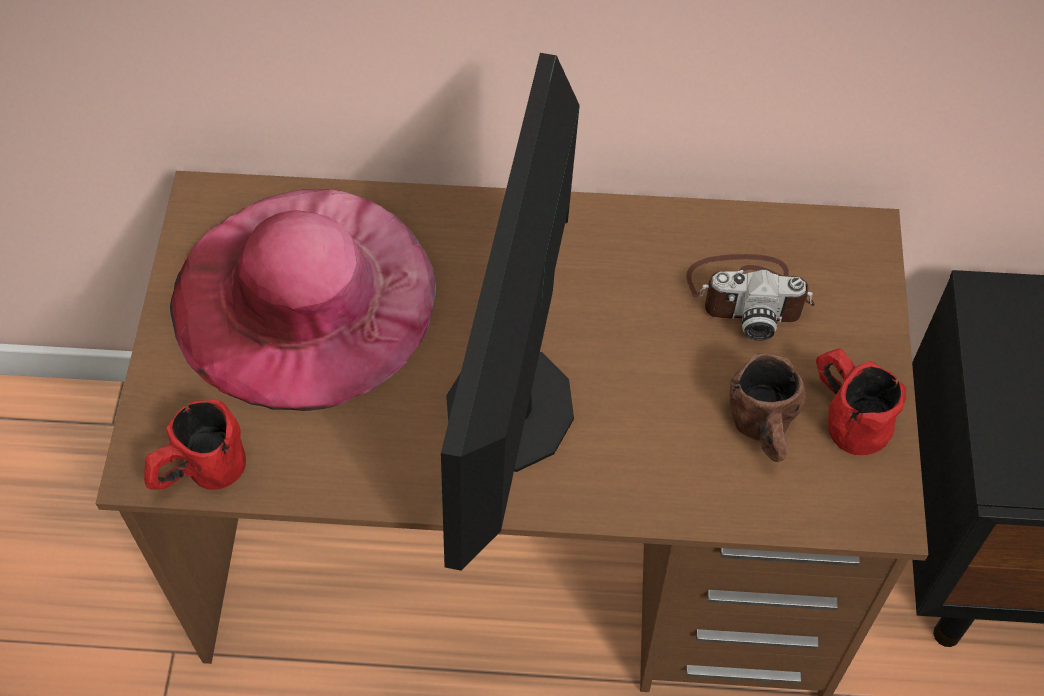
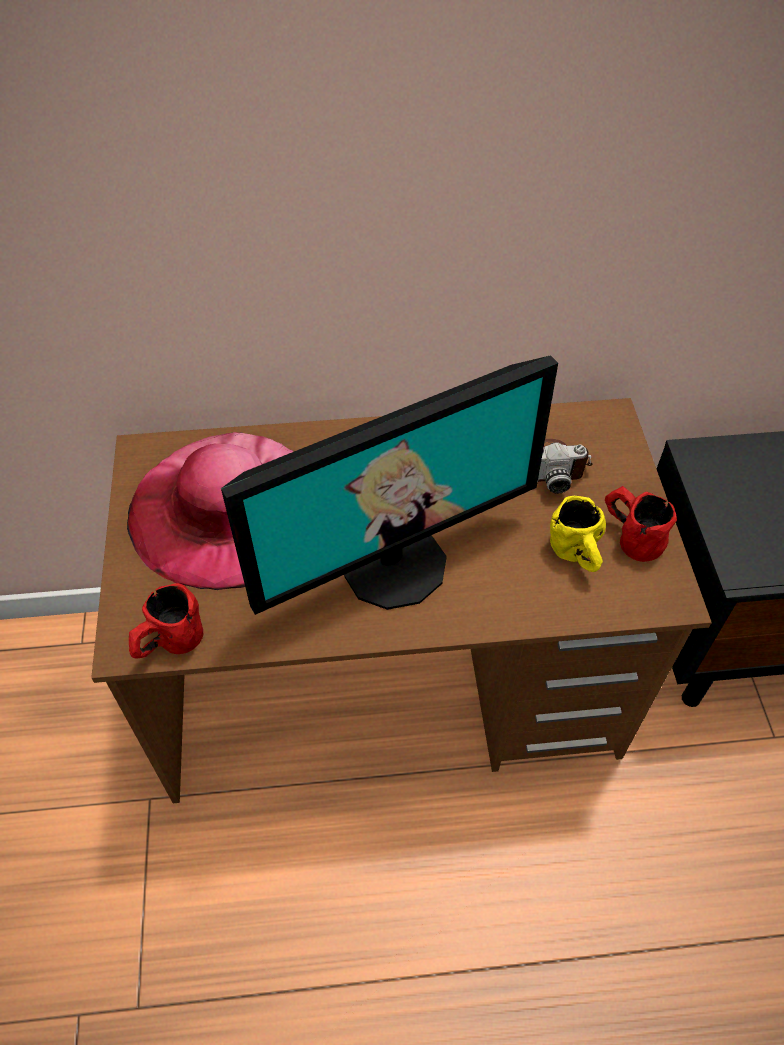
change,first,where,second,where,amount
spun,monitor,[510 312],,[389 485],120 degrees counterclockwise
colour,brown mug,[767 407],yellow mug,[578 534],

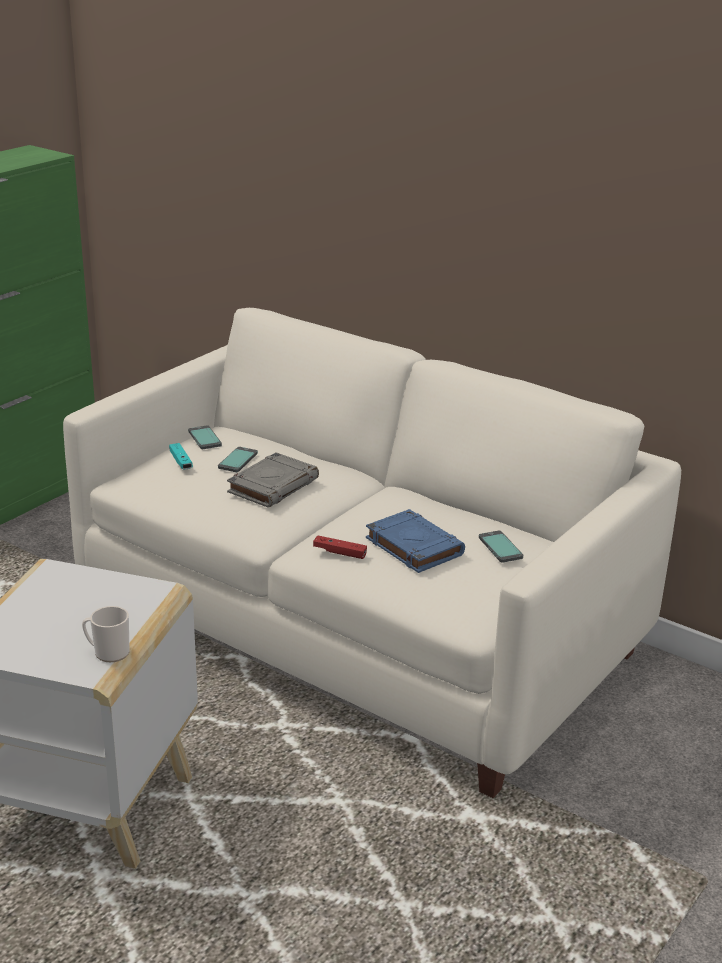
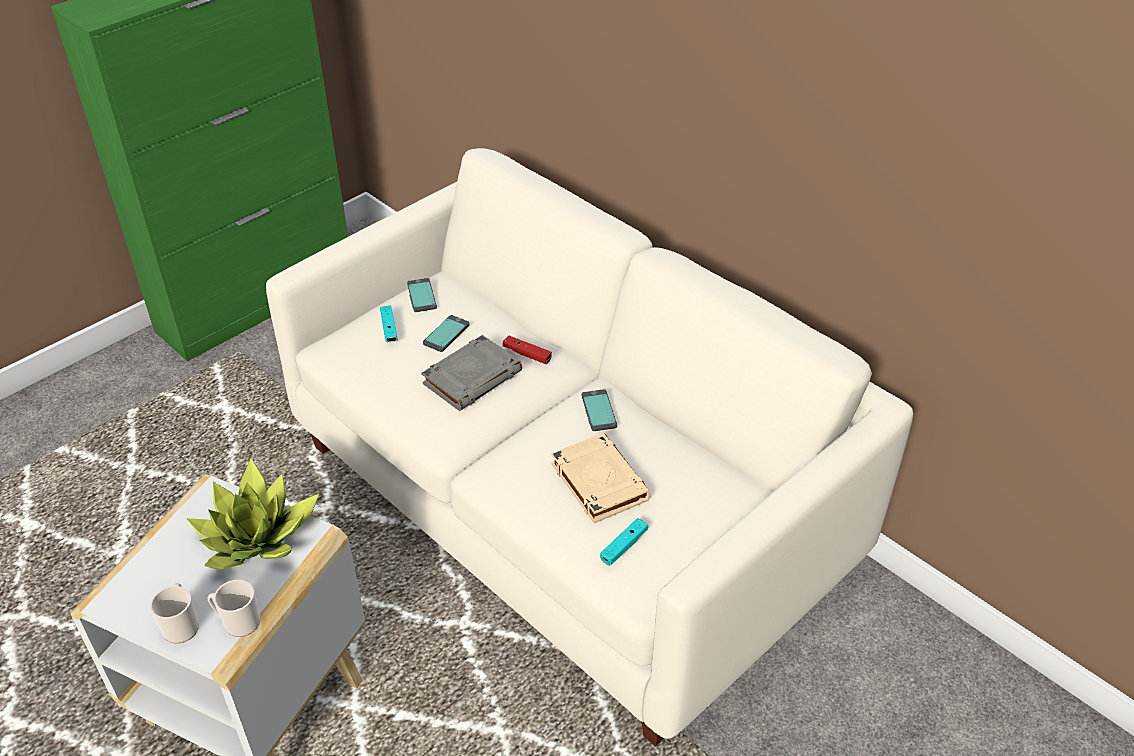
change,first,where,second,where,amount
relocated,red game controller,[340 547],,[527 350],
colour,blue book,[415 541],beige book,[601 478],
relocated,phone,[501 547],,[599 410],
appeared,,,mug,[174 613],
appeared,,,potted plant,[252 514],
appeared,,,turquoise game controller,[624 542],

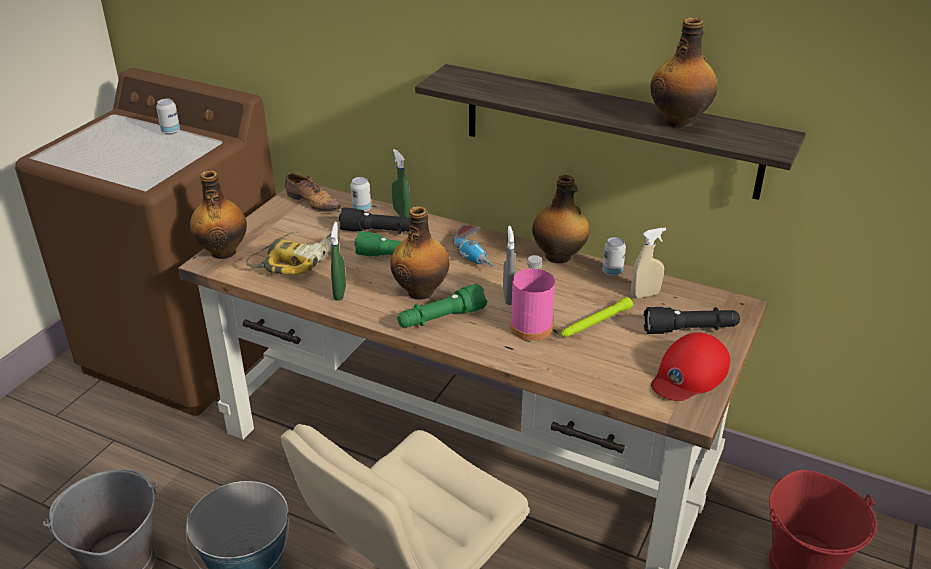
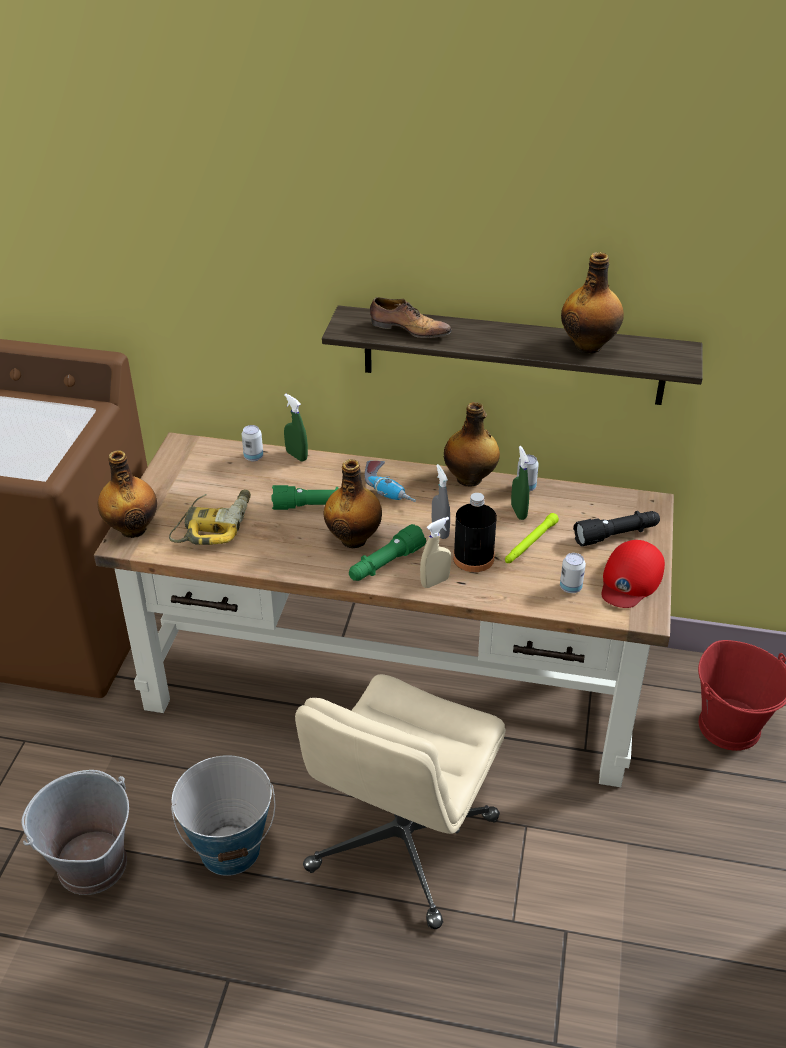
change,first,where,second,where,amount
relocated,can,[168 117],,[573 573],
relocated,shoe,[313 192],,[411 317],
relocated,green spray bottle,[338 261],,[520 483],
missing,black flashlight,[374 220],,,
colour,pink bottle,[532 298],black bottle,[475 532],
relocated,beige spray bottle,[648 263],,[435 552],

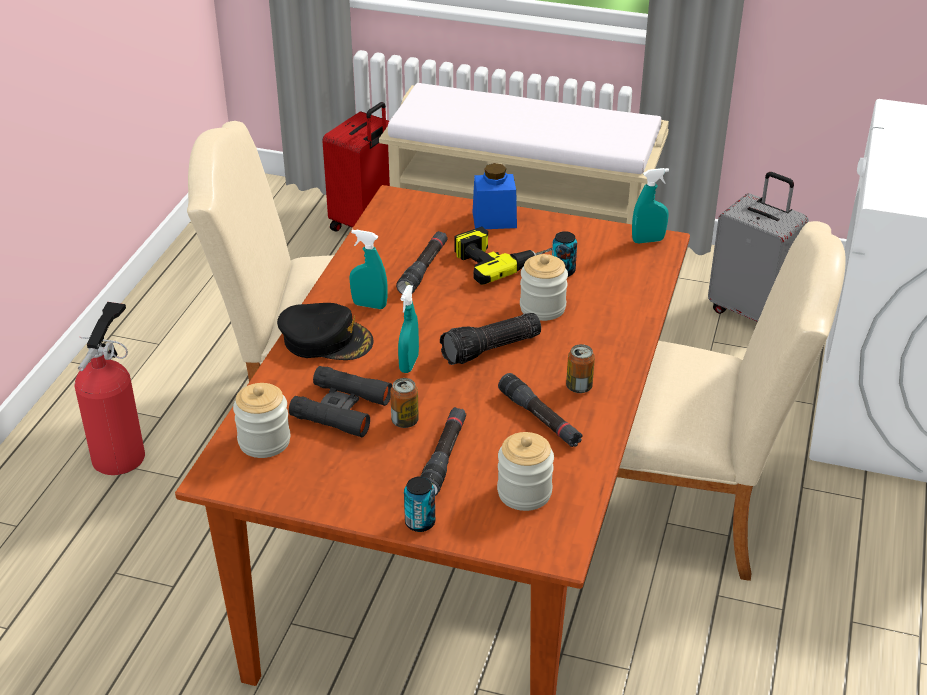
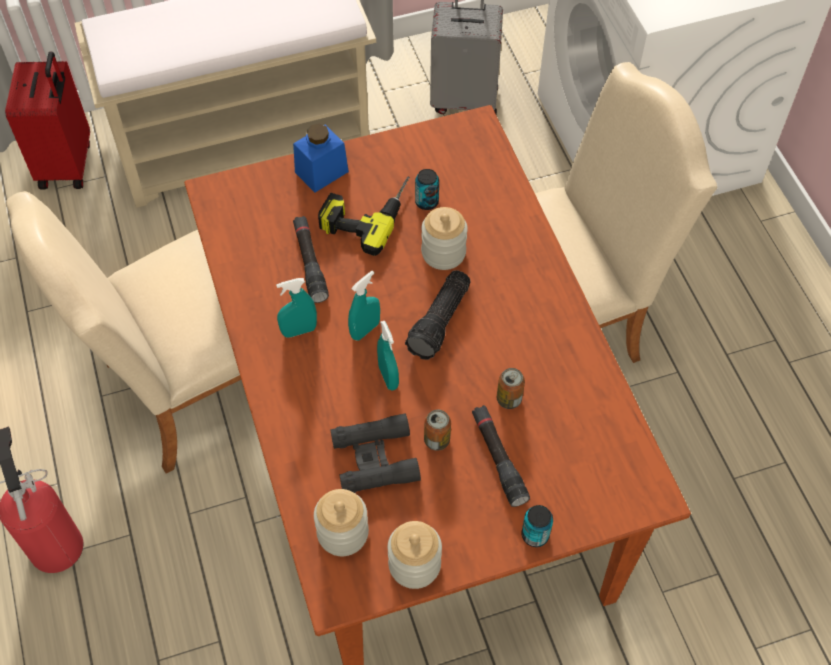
change,first,where,second,where,amount
missing,black cap,[325 331],,,
relocated,jar,[525 471],,[415 555],
missing,black flashlight,[540 410],,,
relocated,can,[580 368],,[511 388],
relocated,turquoise spray bottle,[650 205],,[364 305],

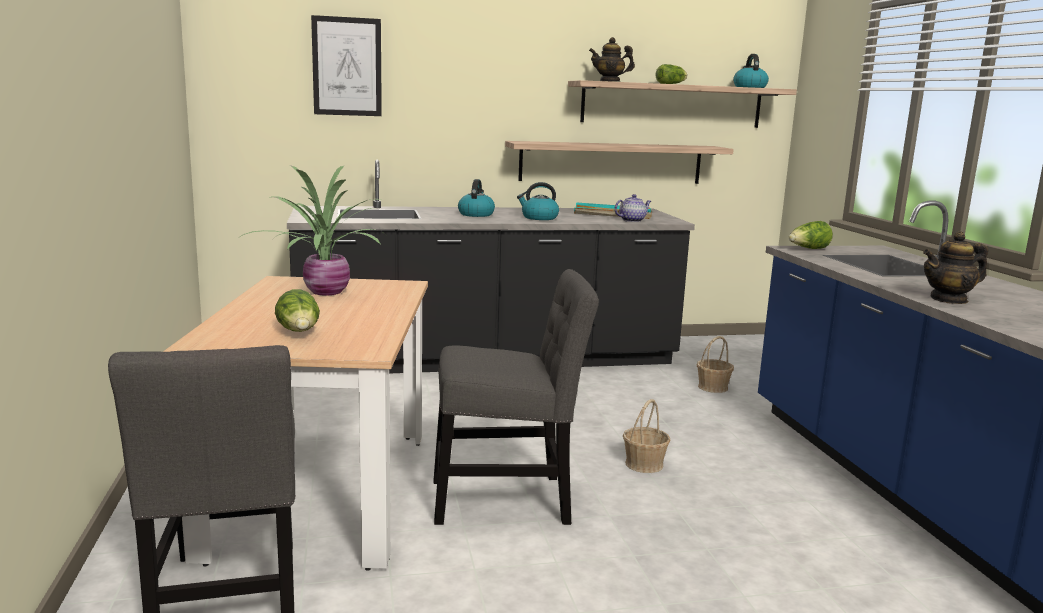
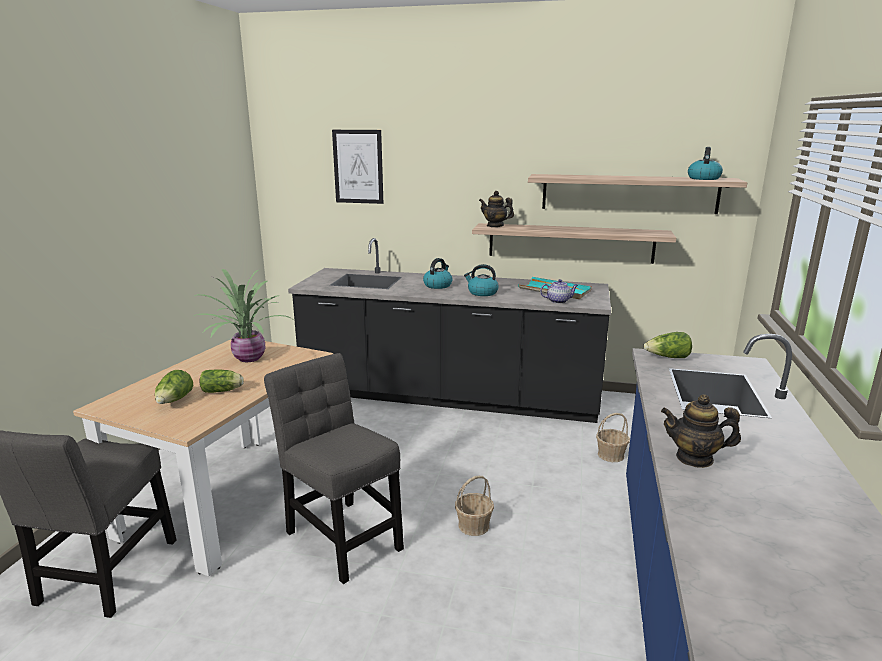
change,first,where,second,where,amount
spun,grey chair,[516 397],,[334 468],150 degrees counterclockwise
relocated,teapot,[612 59],,[496 209],
relocated,lettuce,[671 74],,[222 381],

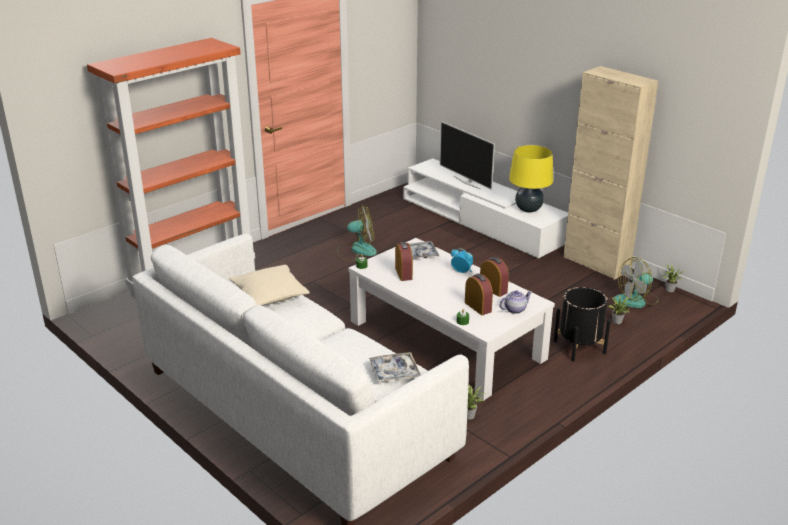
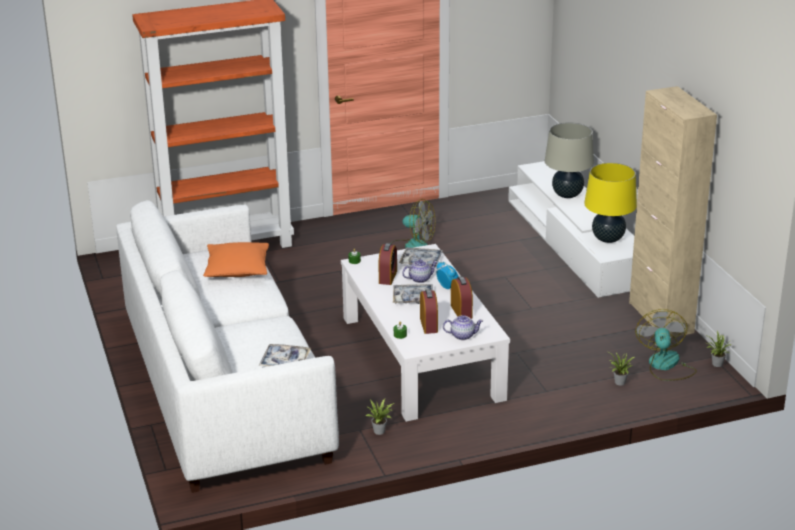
change,first,where,second,where,amount
colour,beige pillow,[269 285],orange pillow,[236 259],
exchanged,television,[467 155],beige table lamp,[569 160],
missing,black planter,[582 324],,,
spun,fan,[636 282],,[666 345],90 degrees clockwise
appeared,,,tray,[413 294],
appeared,,,teapot,[419 271],

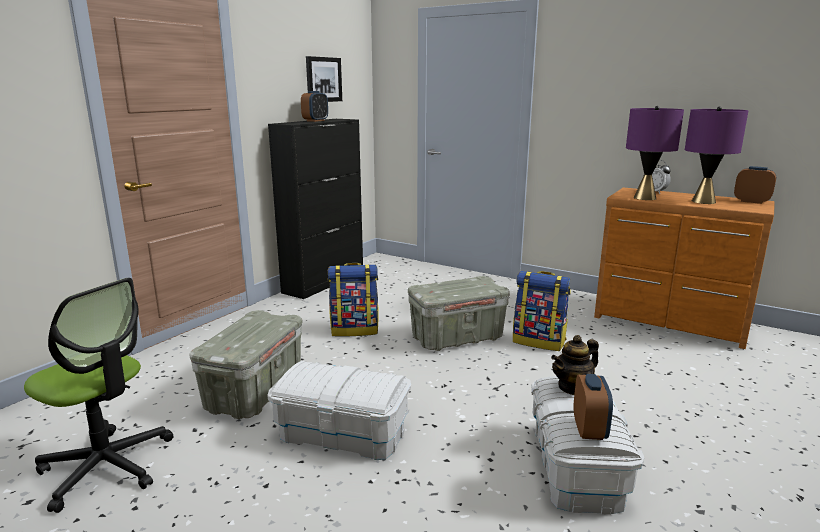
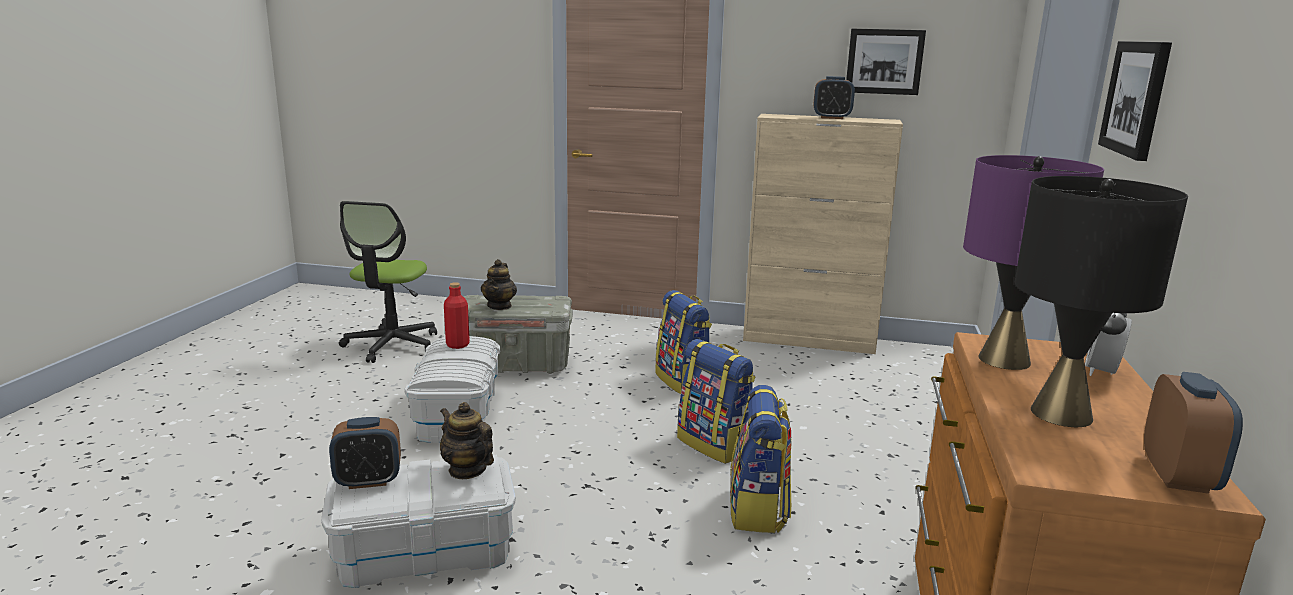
change,first,where,second,where,amount
colour,black cabinet,[315 209],beige cabinet,[823 234],
exchanged,grey storage box,[459 313],backpack,[716 401],
colour,purple table lamp,[716 155],black table lamp,[1101 301],
appeared,,,red bottle,[457 315],
appeared,,,teapot,[499 284],
appeared,,,picture,[1135 101],

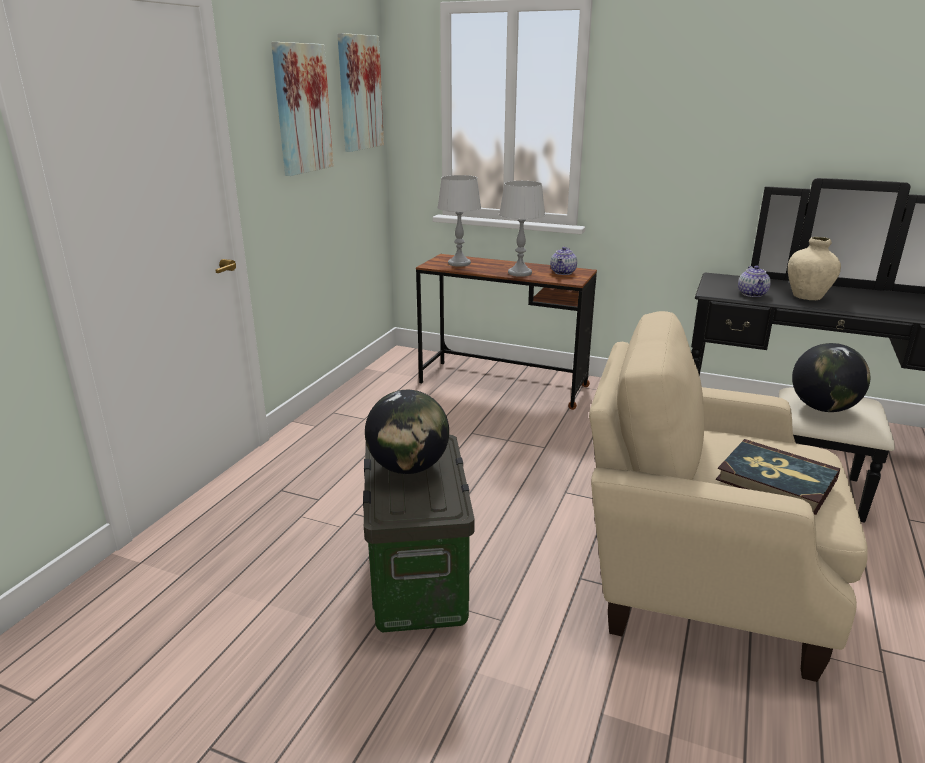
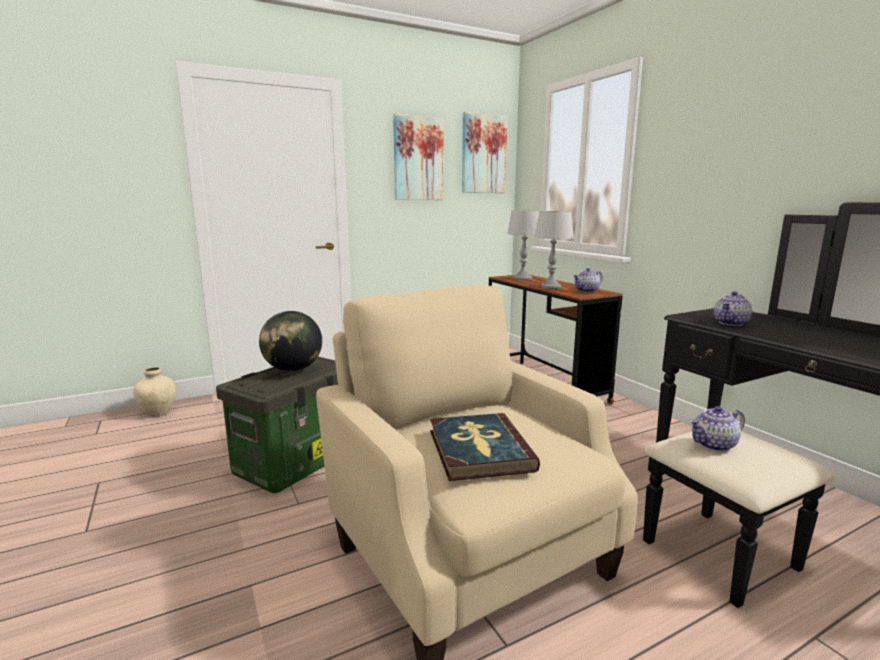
change,first,where,second,where,amount
relocated,beige vase,[814 268],,[154 392],
exchanged,globe,[831 377],teapot,[717 428],

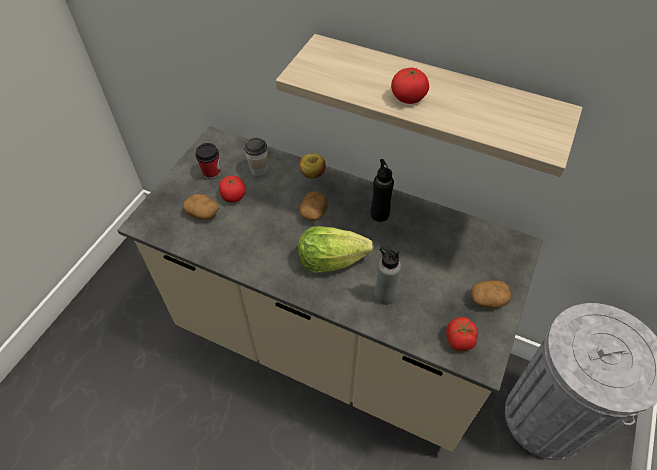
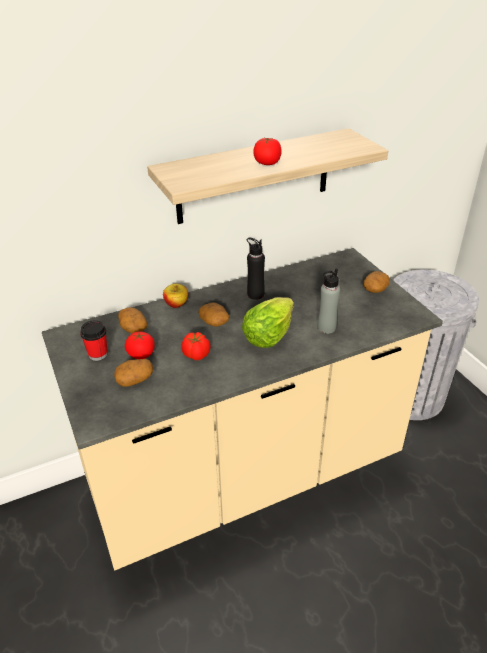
change,first,where,second,where,amount
exchanged,cup,[255 157],potato,[132 320],
relocated,tomato,[462 334],,[196 346],

